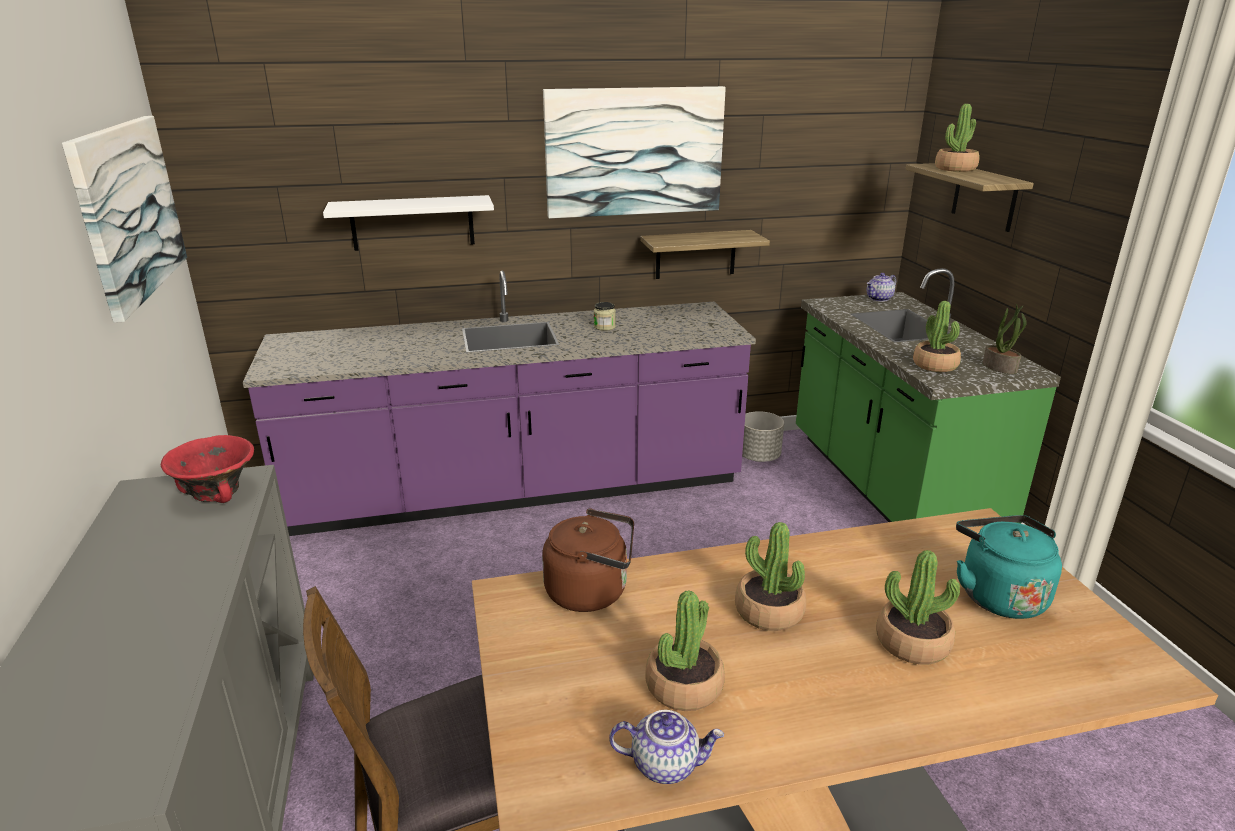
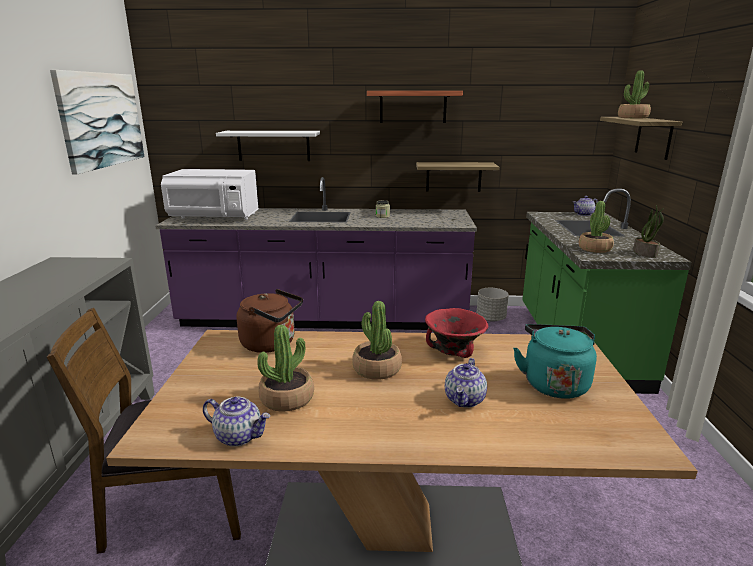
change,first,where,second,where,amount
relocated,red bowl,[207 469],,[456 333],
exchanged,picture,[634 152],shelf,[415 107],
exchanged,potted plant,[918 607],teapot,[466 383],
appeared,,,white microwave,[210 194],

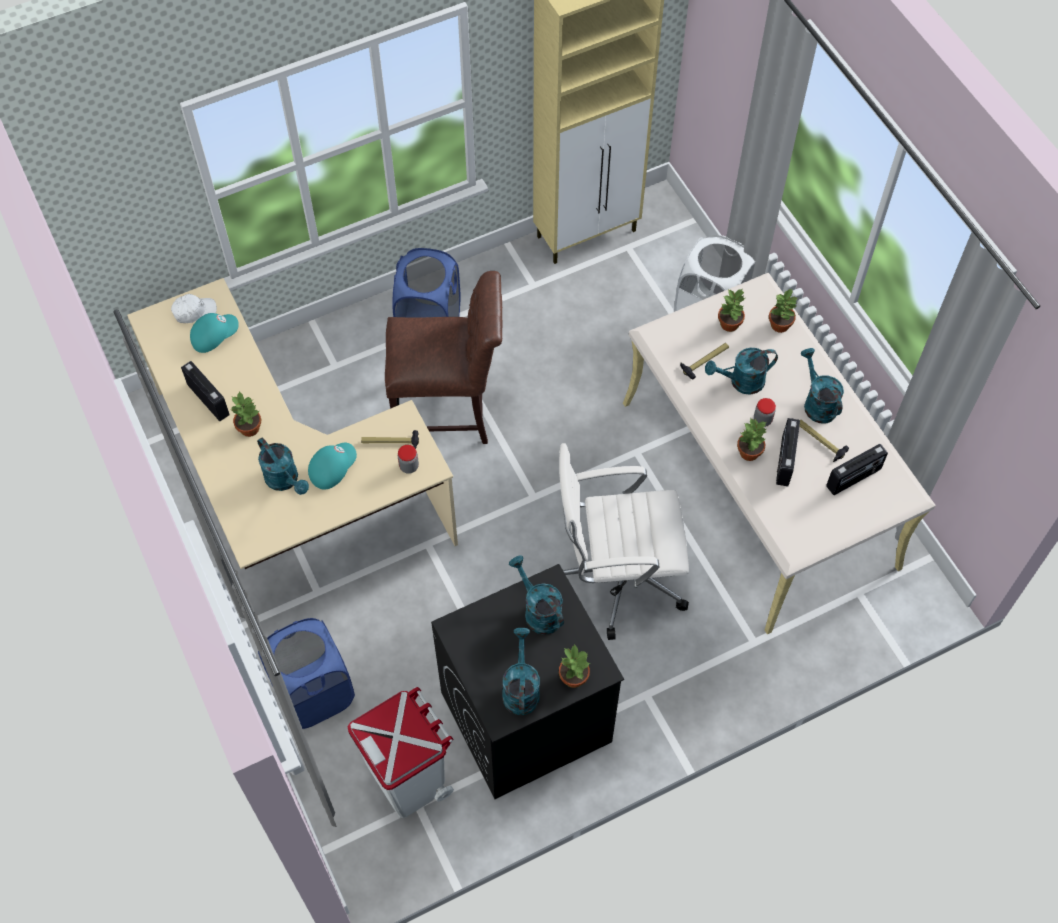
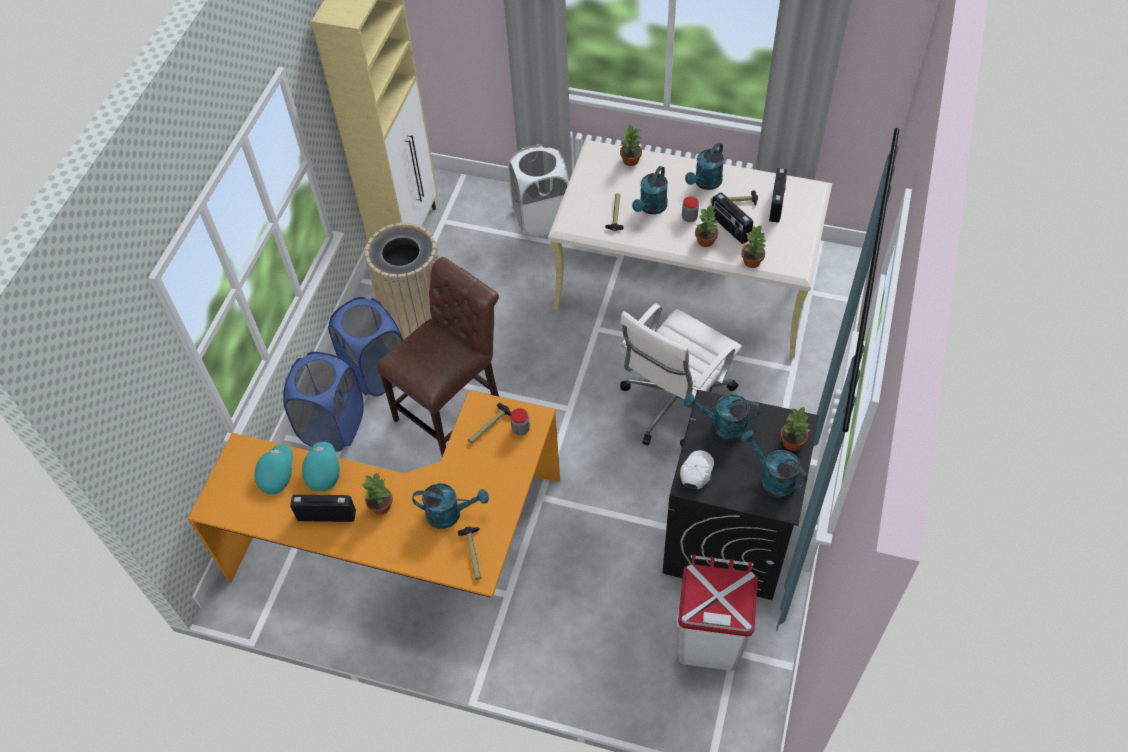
change,first,where,second,where,amount
colour,beige desk,[292 423],orange desk,[374 494],
relocated,white cap,[194 308],,[697 469],
relocated,blue laundry basket,[306 673],,[323 402],
relocated,turquoise cap,[332 466],,[321 467],
relocated,potted plant,[731 310],,[753 247],
spun,turquoise watering can,[822 385],,[704 166],75 degrees counterclockwise
appeared,,,beige trash can,[402 281],
appeared,,,hammer,[470 553],

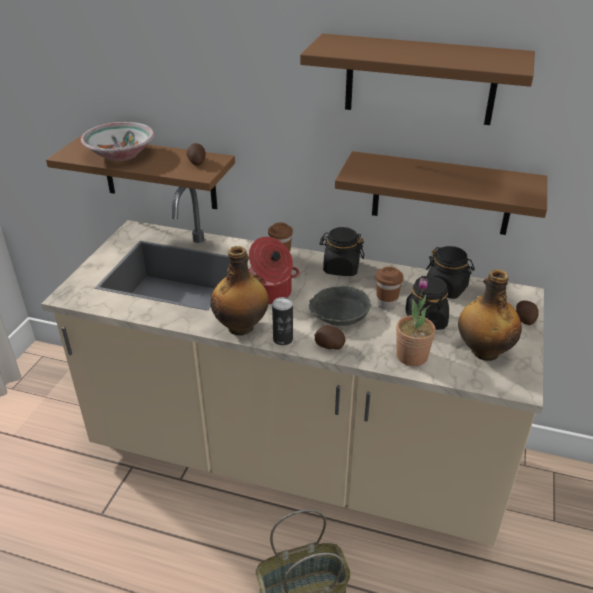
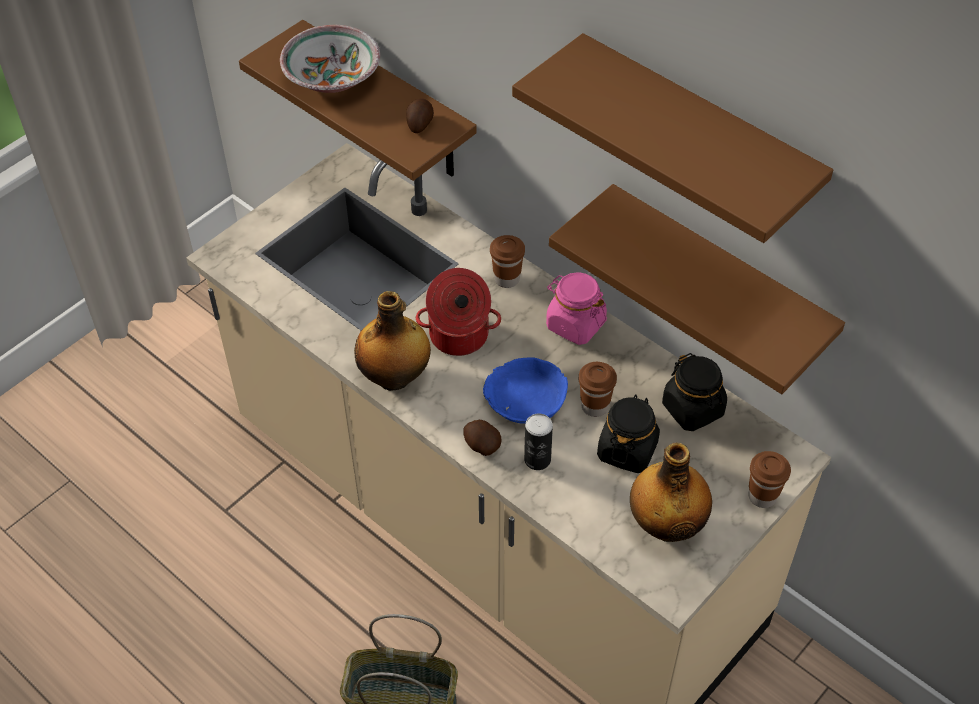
change,first,where,second,where,amount
relocated,can,[282 321],,[538 441],
colour,grey bowl,[340 306],blue bowl,[525 391],
colour,black jar,[341 251],pink jar,[576 308],
missing,potted plant,[416 322],,,
exchanged,potato,[527 313],brown cup,[769 479],

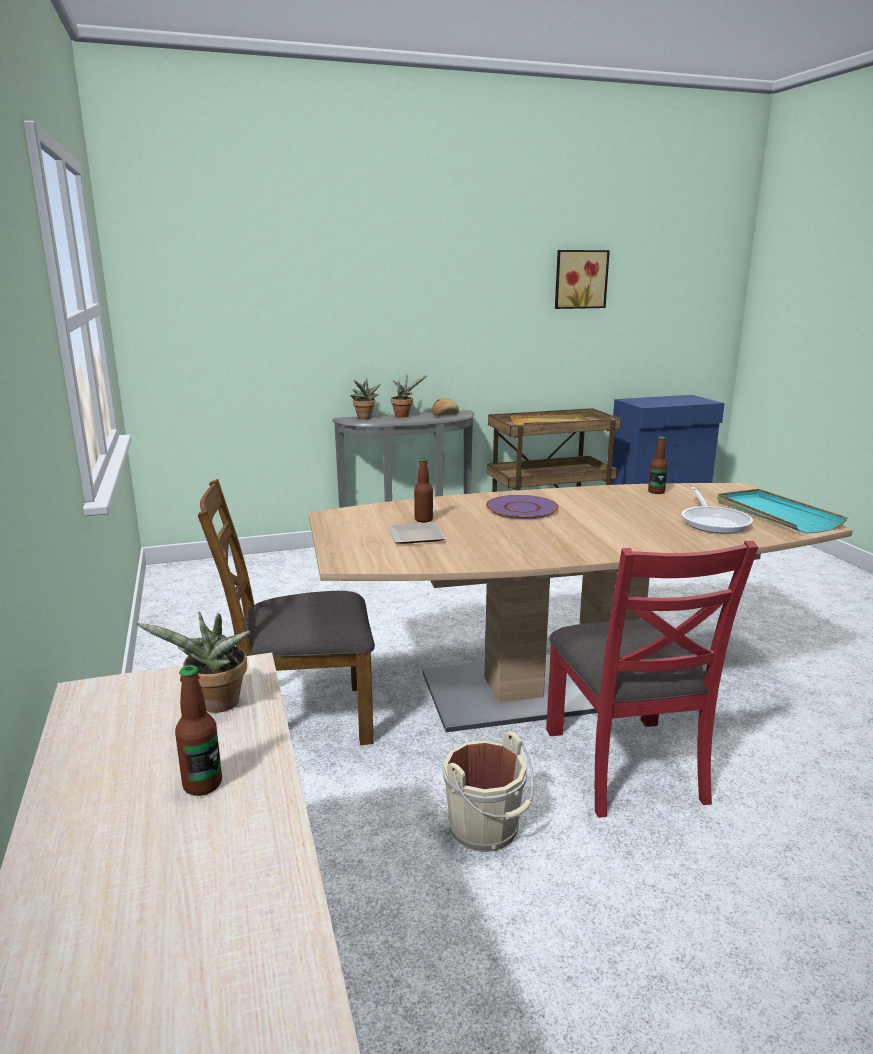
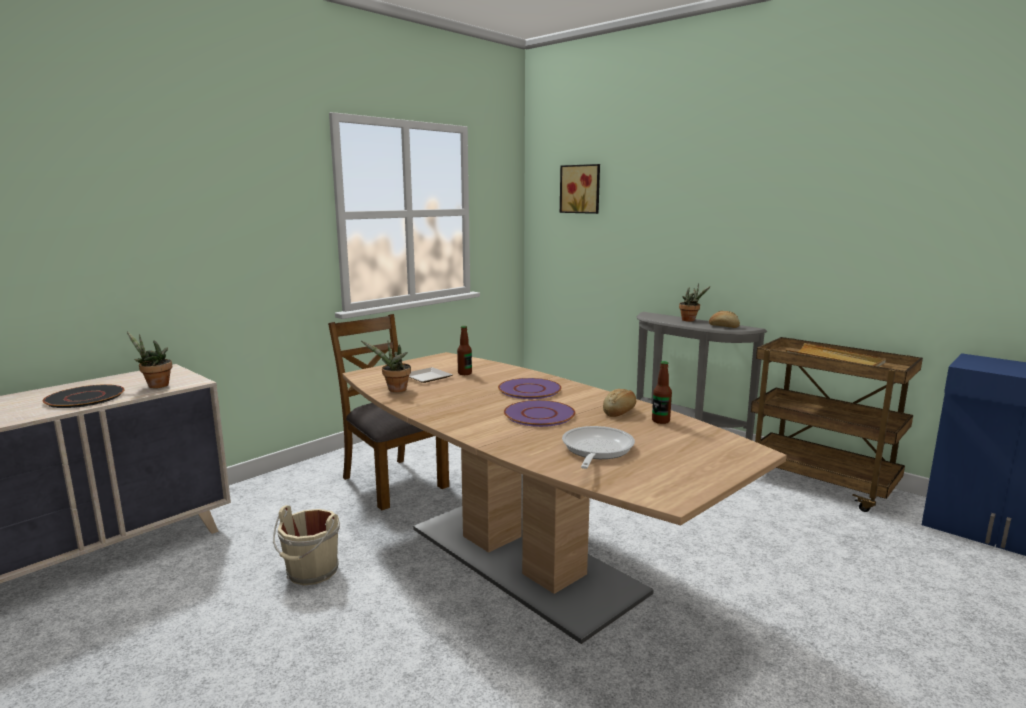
change,first,where,second,where,amount
exchanged,bottle,[198 730],black plate,[84 396],
relocated,potted plant,[365 398],,[386 366],
missing,red chair,[652 679],,,
relocated,picture,[582 279],,[580 189],
spun,frying pan,[717 510],,[598 447],135 degrees clockwise
missing,turquoise tray,[782 511],,,
appeared,,,purple plate,[539 413],
appeared,,,bread,[619 403],

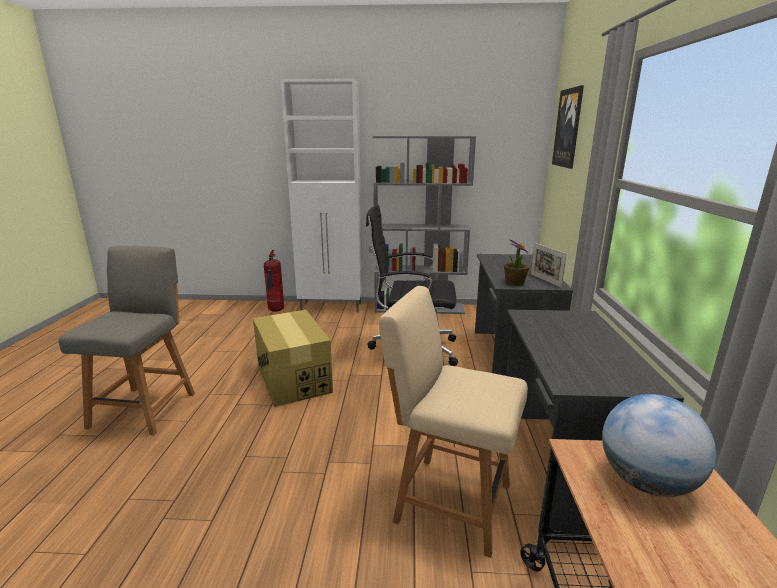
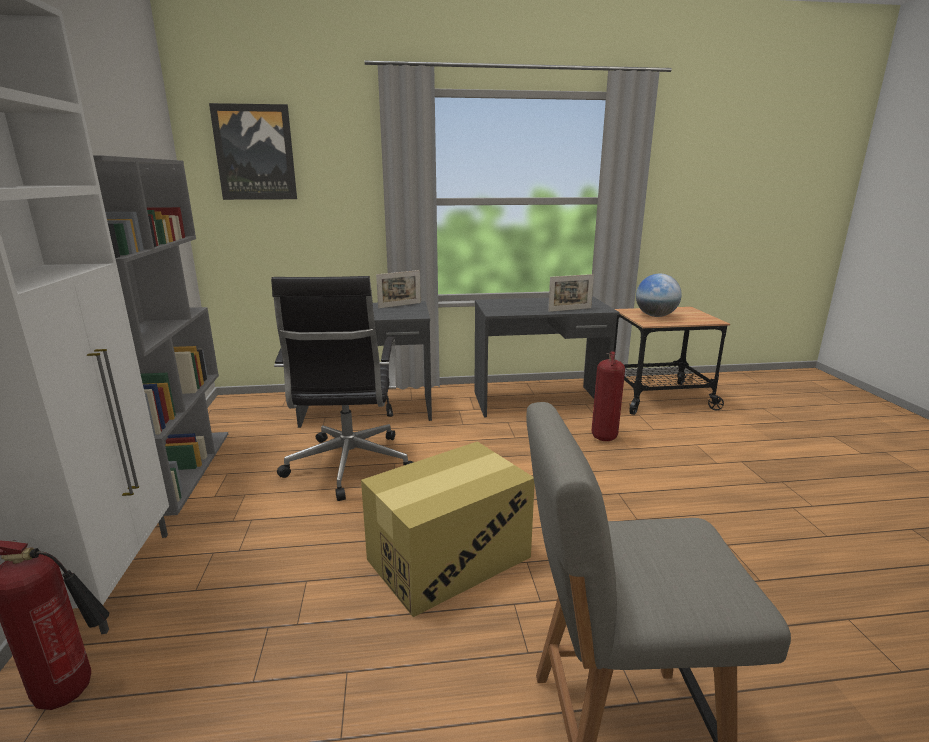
change,first,where,second,where,amount
exchanged,beige chair,[453 422],fire extinguisher,[608 396],
missing,potted plant,[516 262],,,
appeared,,,picture frame,[571 293],

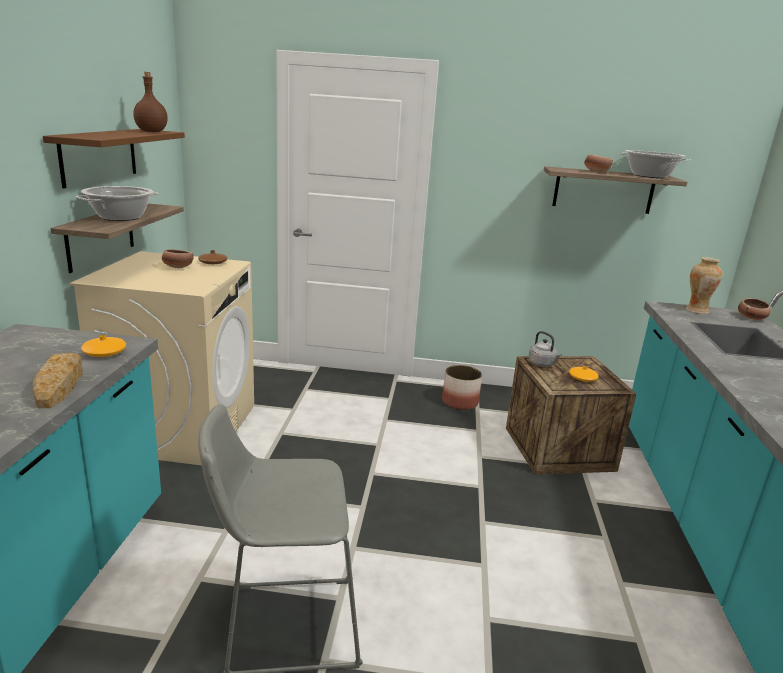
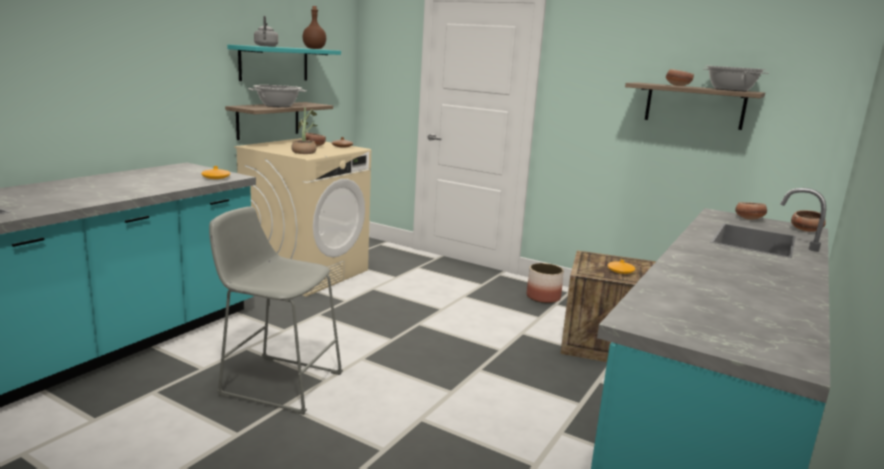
change,first,where,second,where,amount
missing,bread,[58 380],,,
colour,brown shelf,[114 158],turquoise shelf,[284 63],
relocated,grey kettle,[545 349],,[266 31],
exchanged,vase,[704 285],bowl,[751 211],
appeared,,,potted plant,[304 130],

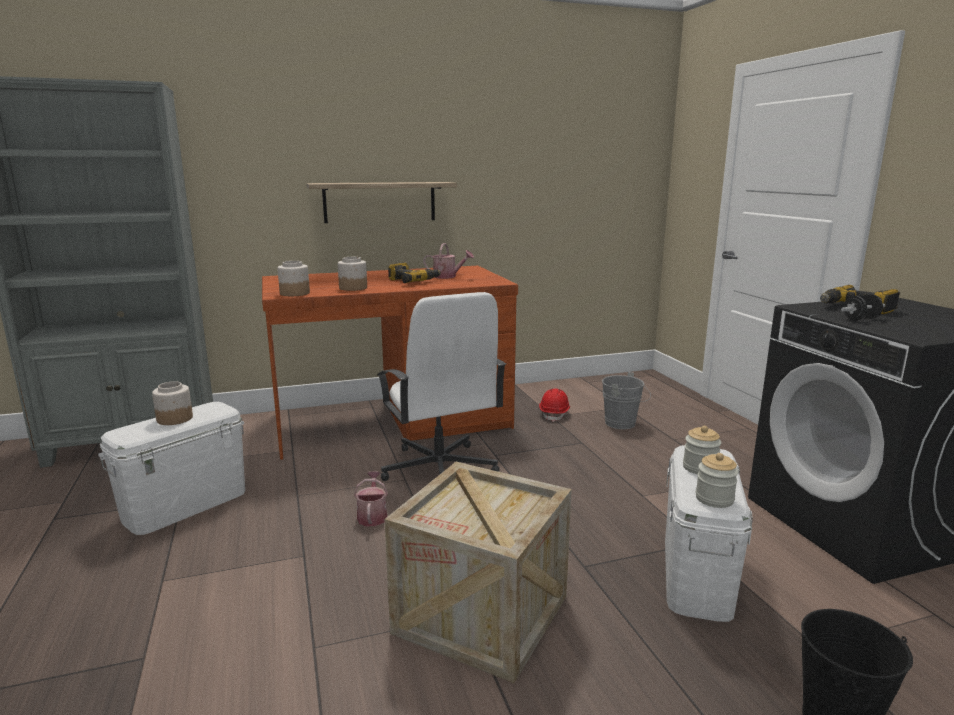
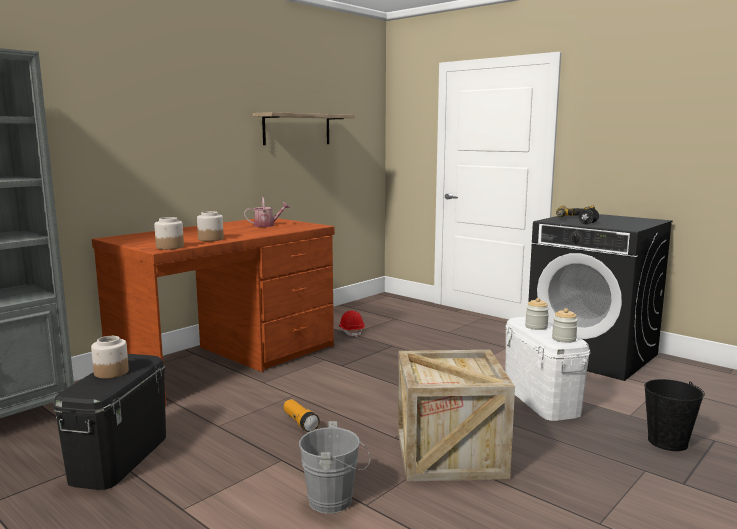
change,first,where,second,where,amount
colour,white storage box,[171 468],black storage box,[109 422],
relocated,shelf,[381 202],,[304 128],
exchanged,watering can,[371 498],flashlight,[302 415],
missing,white office chair,[441 386],,,
missing,power drill,[414 273],,,
relocated,grey bucket,[626 400],,[334 467],

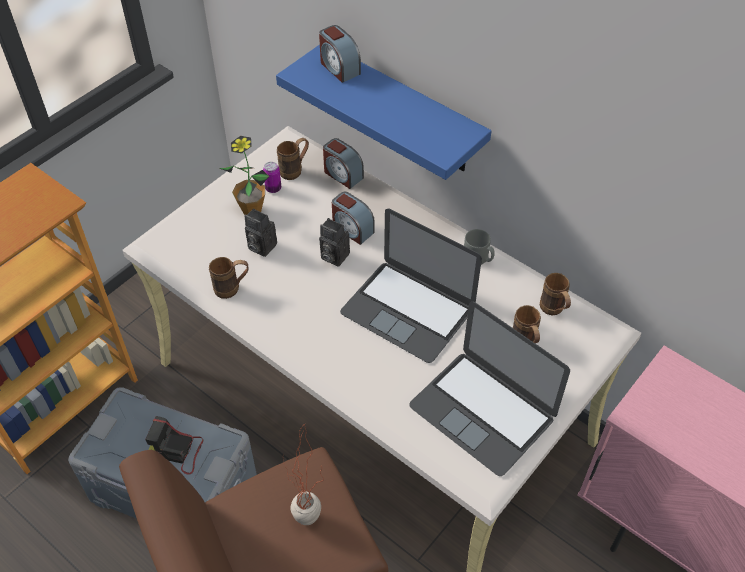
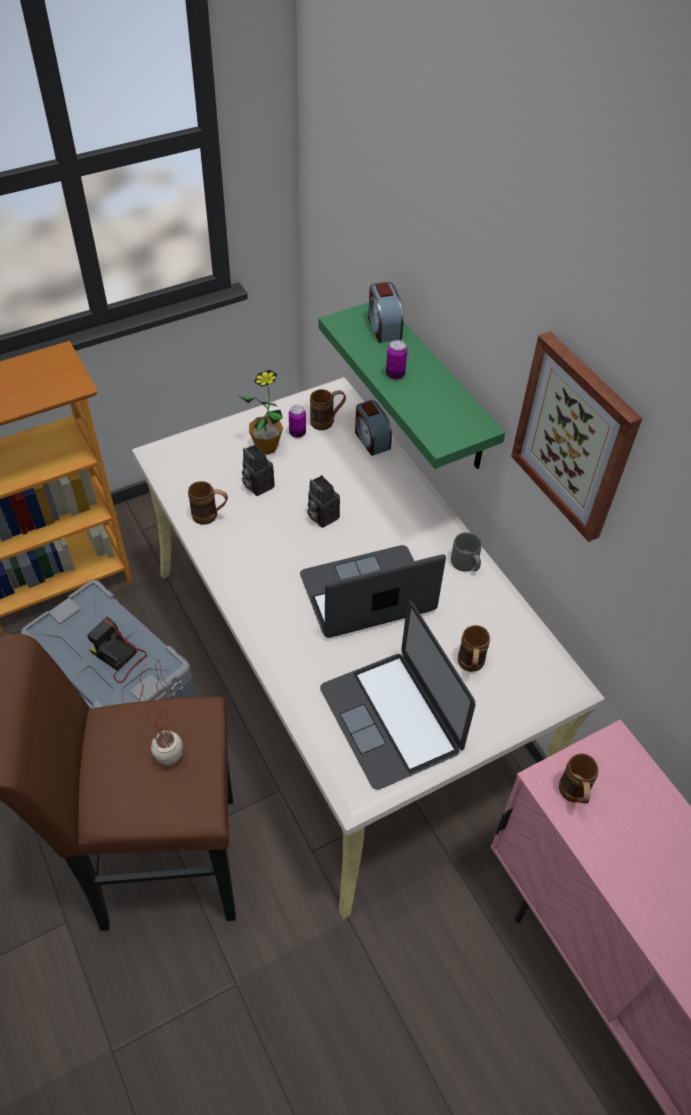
change,first,where,second,where,amount
colour,blue shelf,[384 112],green shelf,[412 385],
missing,alarm clock,[353 218],,,
spun,laptop,[411 285],,[373 591],105 degrees clockwise
relocated,brown mug,[555 294],,[579 778],
appeared,,,can,[397 360],
appeared,,,picture,[576 436],

